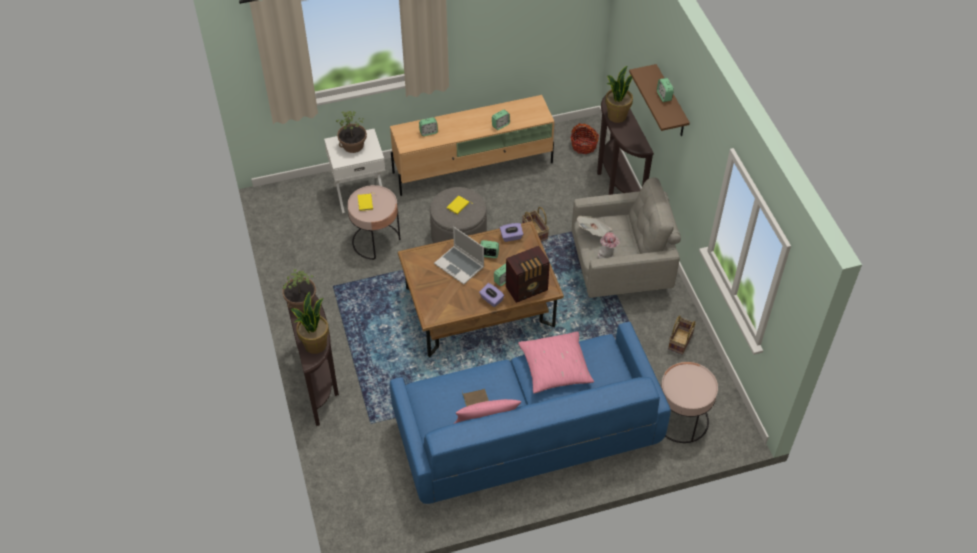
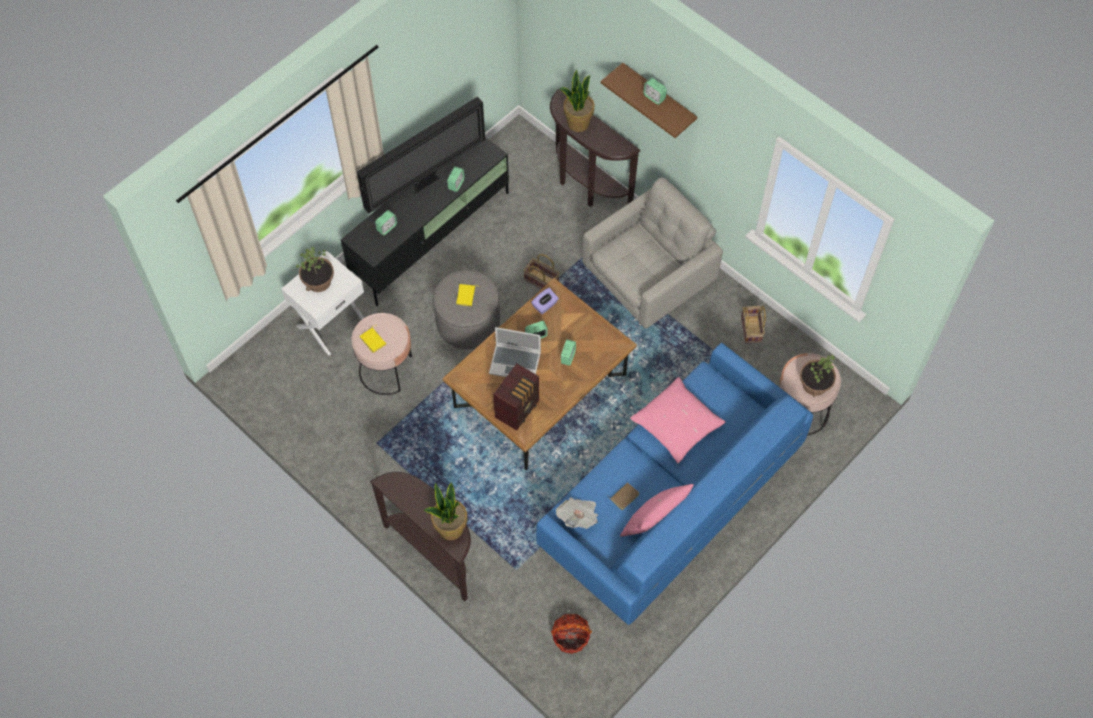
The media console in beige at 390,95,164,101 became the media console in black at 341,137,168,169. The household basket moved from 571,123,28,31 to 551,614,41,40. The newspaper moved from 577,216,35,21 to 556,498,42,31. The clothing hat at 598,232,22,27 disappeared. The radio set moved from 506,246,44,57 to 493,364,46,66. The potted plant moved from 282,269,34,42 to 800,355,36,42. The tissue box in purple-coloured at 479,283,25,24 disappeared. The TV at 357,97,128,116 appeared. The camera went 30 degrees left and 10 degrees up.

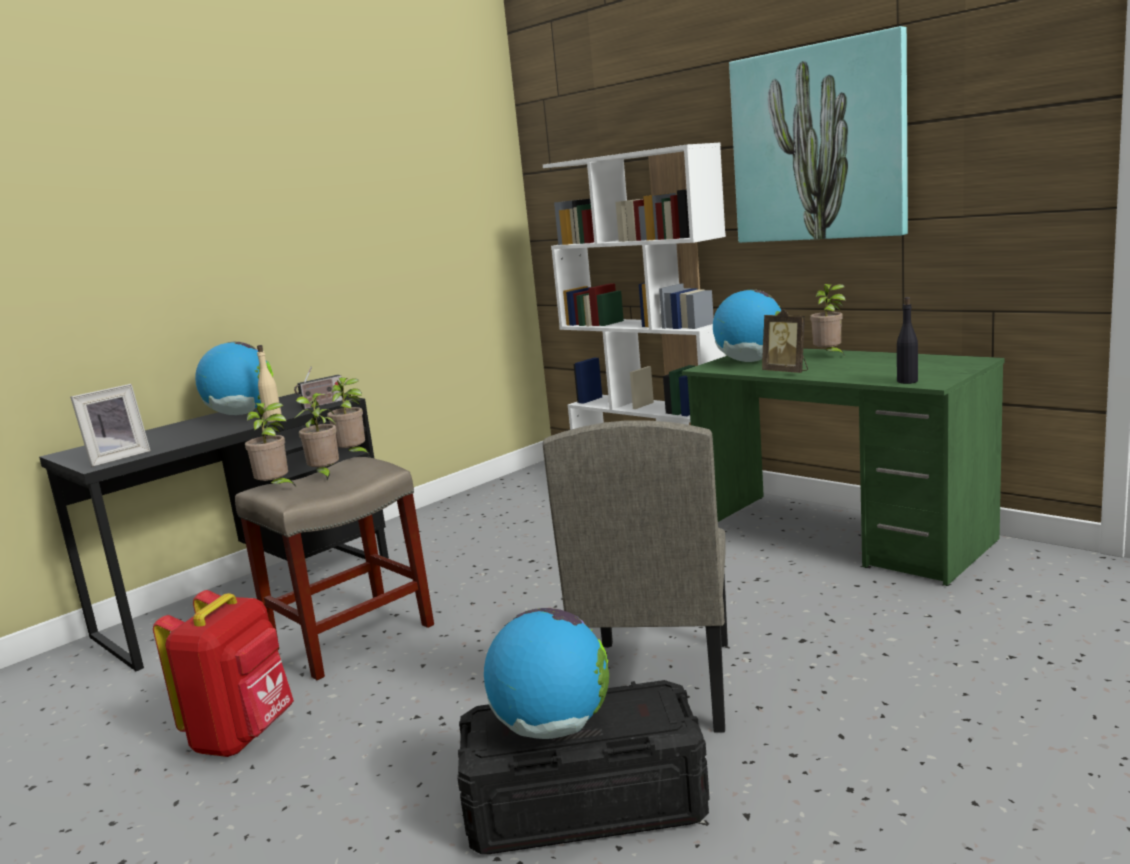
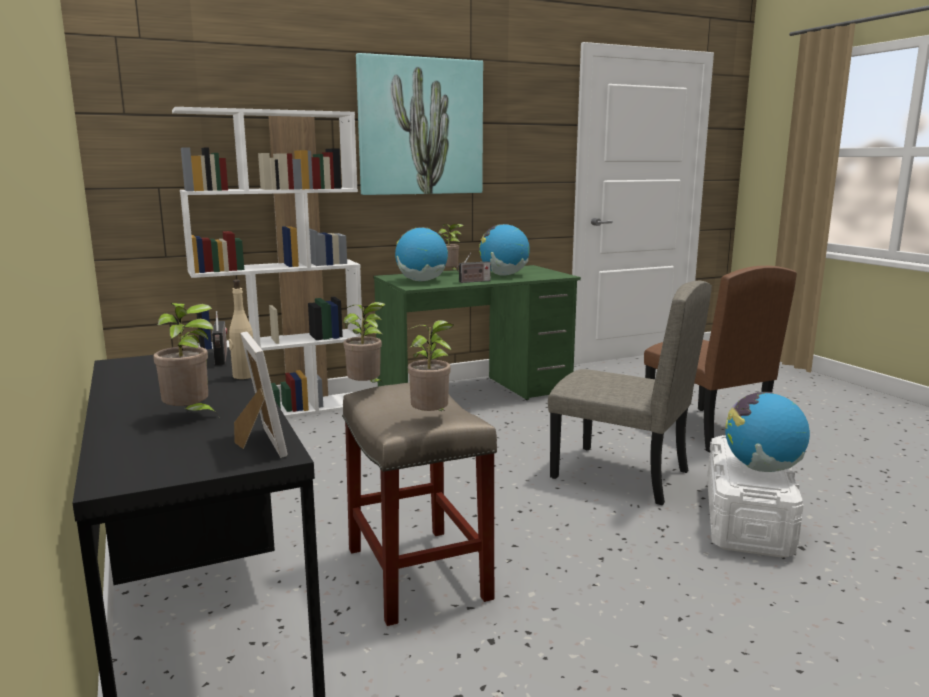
The drink bottle in black at 897,297,21,87 disappeared. The picture frame at 762,309,46,64 was replaced by the radio set at 456,252,35,31. The desk globe moved from 195,341,78,74 to 479,224,51,52. The potted plant moved from 295,393,44,87 to 153,303,66,113. The rucksack in red at 153,590,141,167 disappeared. The storage container in black at 457,680,253,174 became the storage container in white at 707,435,97,123. The upright chair in brown-coloured at 644,266,153,186 appeared. The camera went 70 degrees left and 0 degrees up.

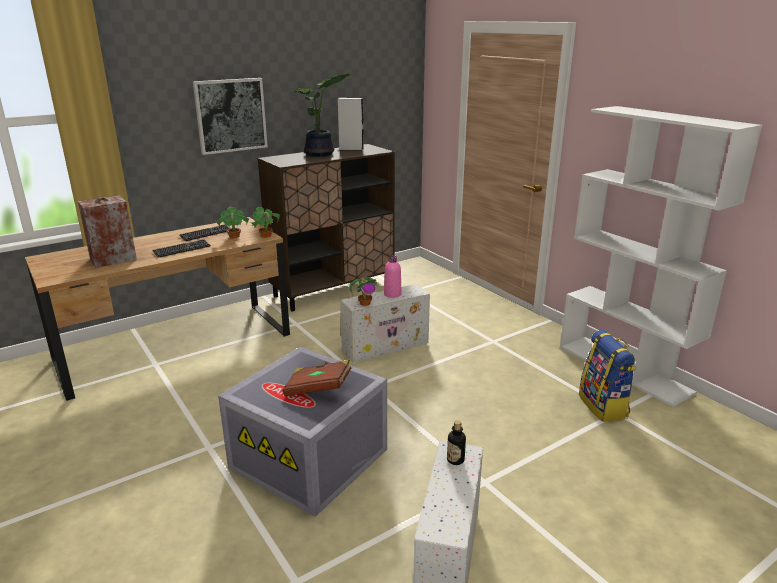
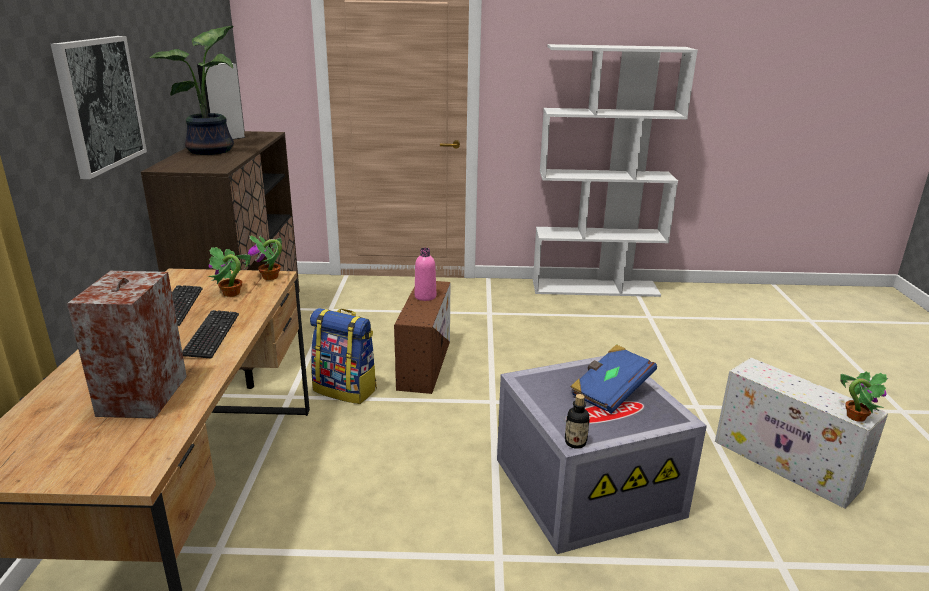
The potted plant moved from 349,277,30,29 to 840,371,48,51. The storage container in white at 340,284,90,79 became the storage container in brown-coloured at 394,281,56,113. The rucksack moved from 579,330,58,92 to 310,308,67,96. The bound book in brown-coloured at 282,360,69,36 became the bound book in blue-coloured at 570,344,87,70. The drink bottle moved from 447,420,19,45 to 565,394,25,55. The camera went 55 degrees left and 0 degrees up.

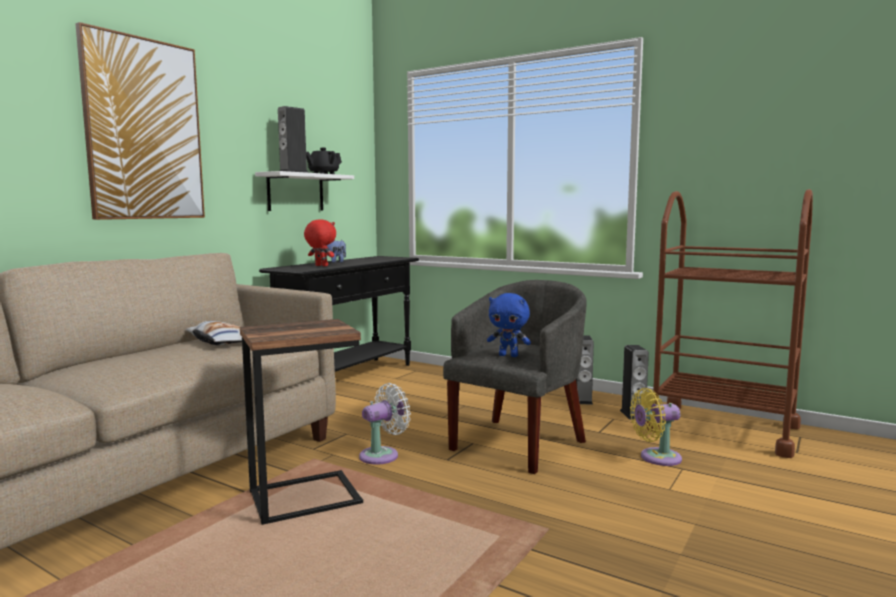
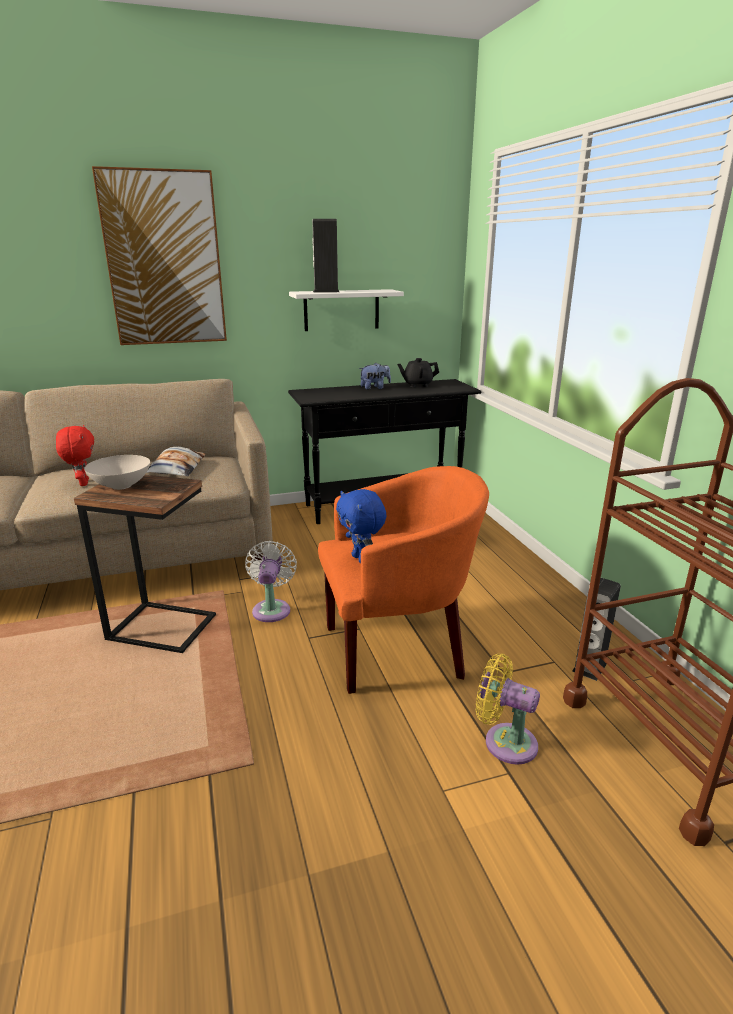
The tea pot in black moved from 306,148,36,26 to 397,358,42,29. The cuddly toy in red moved from 304,219,32,47 to 56,425,38,61. The lounge chair in gray at 443,280,143,194 became the lounge chair in orange-coloured at 318,466,171,228. The speaker at 576,335,18,70 disappeared. The electric fan in white at 359,383,52,82 turned 90 degrees counterclockwise. The serving bowl in white at 84,455,66,35 appeared. The camera went 40 degrees right and 15 degrees up.

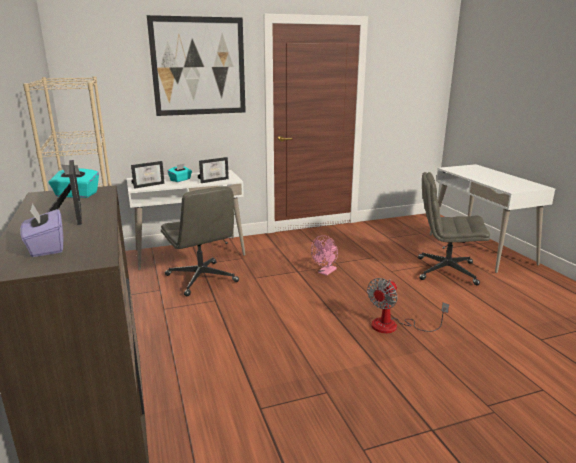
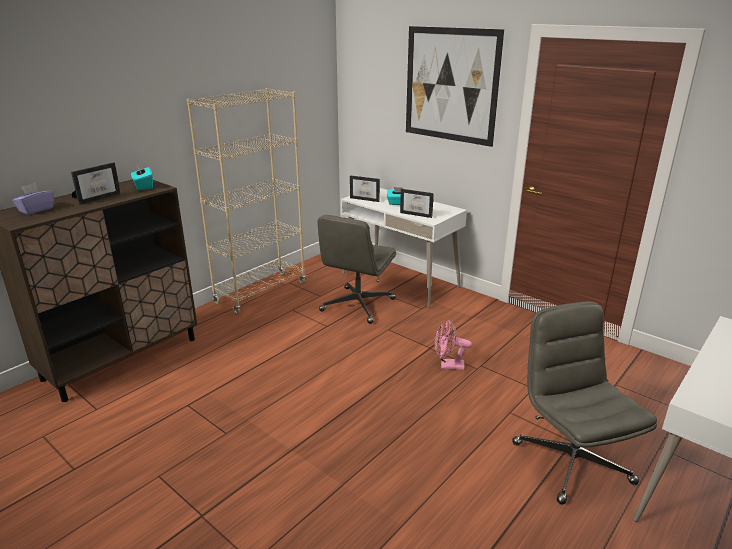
The electric fan at 367,278,82,55 disappeared. The camera went 60 degrees right and 5 degrees up.

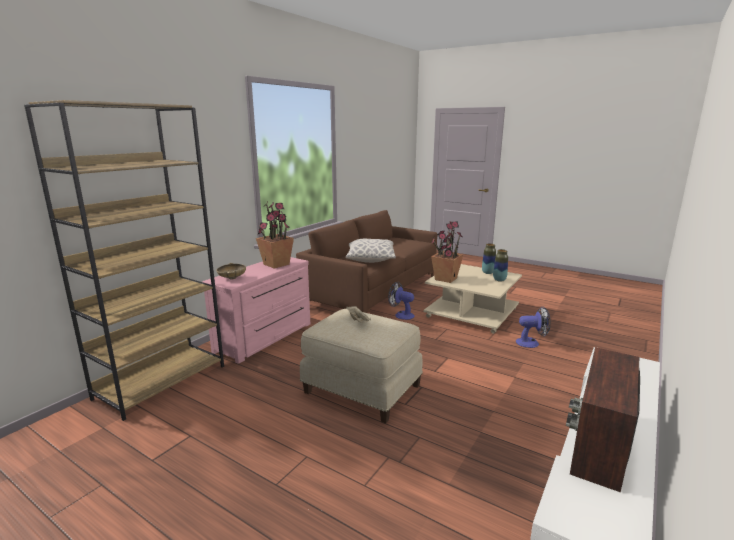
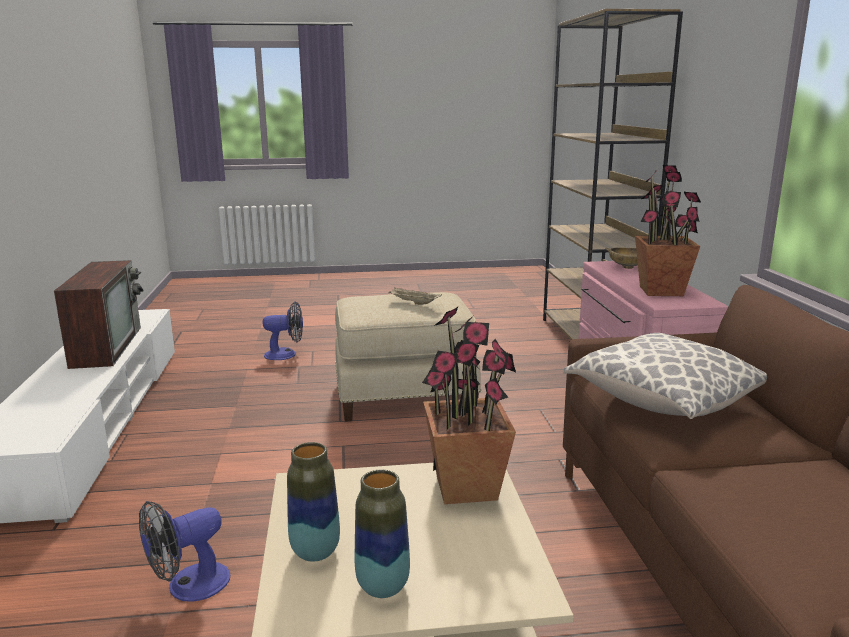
The electric fan moved from 388,282,27,38 to 263,301,40,59. The camera went 140 degrees right and 0 degrees up.

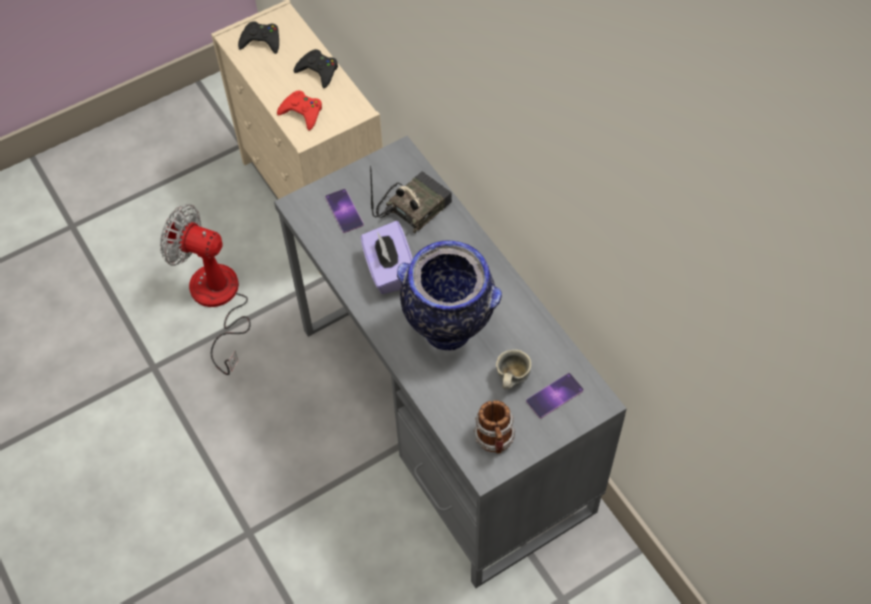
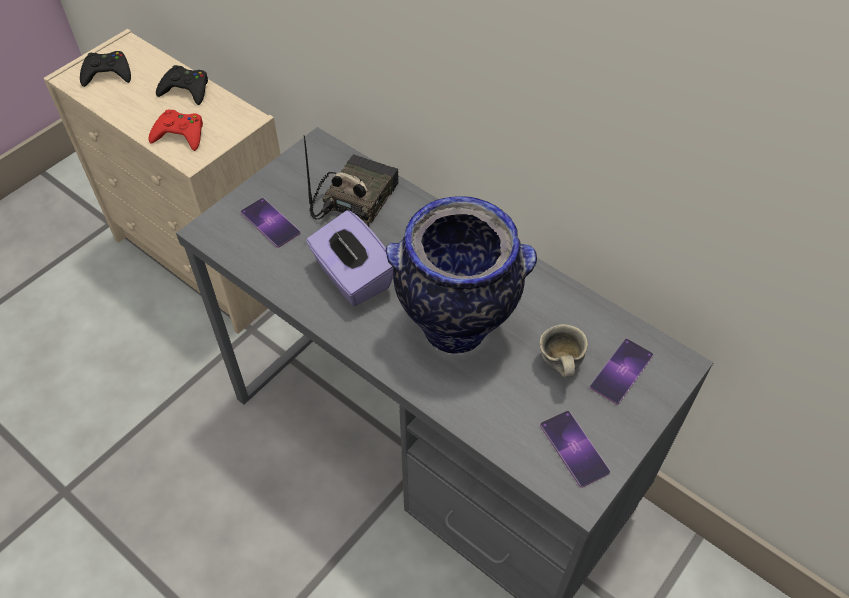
The electric fan at 160,204,91,171 disappeared. The mug at 474,400,42,54 was replaced by the phone at 540,411,70,77. The camera went 20 degrees left and 5 degrees down.

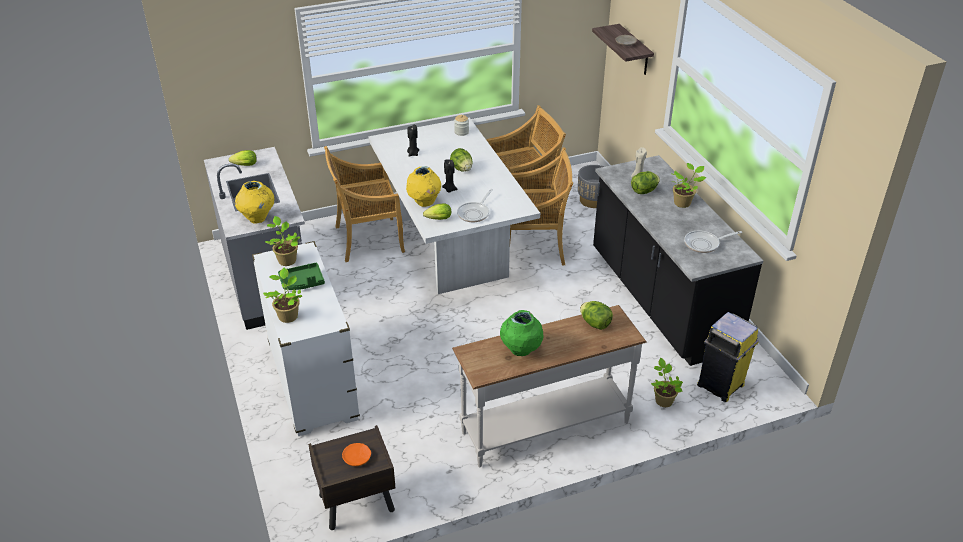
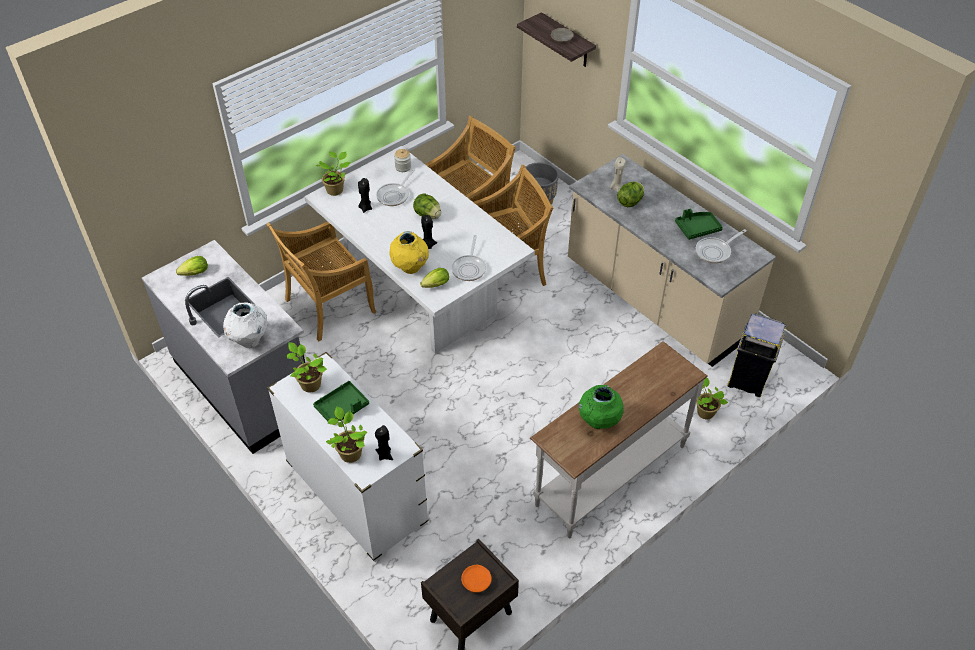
The kitchen base unit in black at 593,155,170,211 became the kitchen base unit in beige at 568,154,208,213. The potted plant moved from 671,163,36,45 to 316,152,35,44. The vase in yellow at 235,181,39,43 became the vase in white at 223,303,44,45. The head of lettuce at 580,301,33,29 disappeared. The pan at 376,168,40,38 appeared. The tray in greenish at 675,209,48,31 appeared. The wax candle in black at 375,425,18,36 appeared. The camera went 20 degrees left and 10 degrees up.

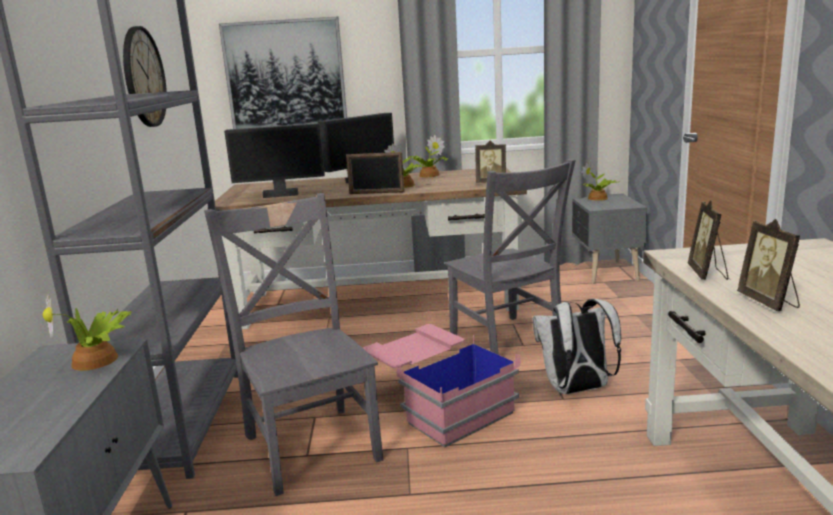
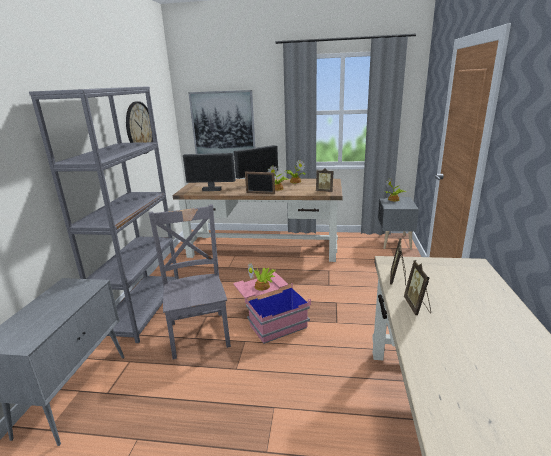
The upright chair in gray at 445,159,131,196 disappeared. The potted plant moved from 43,294,88,77 to 248,263,28,28. The rucksack in white at 533,299,88,95 disappeared. The camera went 10 degrees right and 5 degrees up.

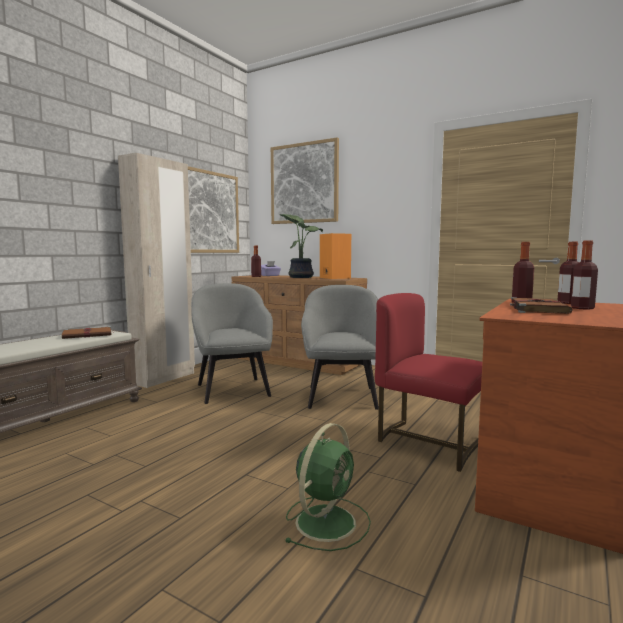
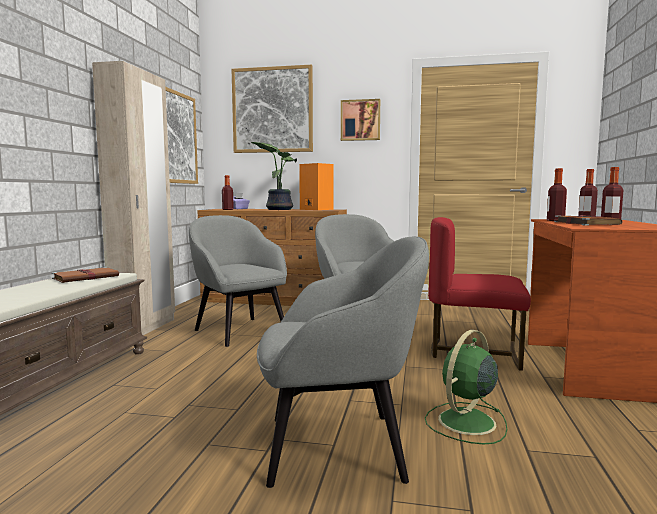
The electric fan in greenish at 285,423,86,128 turned 150 degrees counterclockwise. The picture at 341,99,39,42 appeared. The lounge chair in gray at 257,236,172,252 appeared. The camera went 20 degrees left and 0 degrees up.

